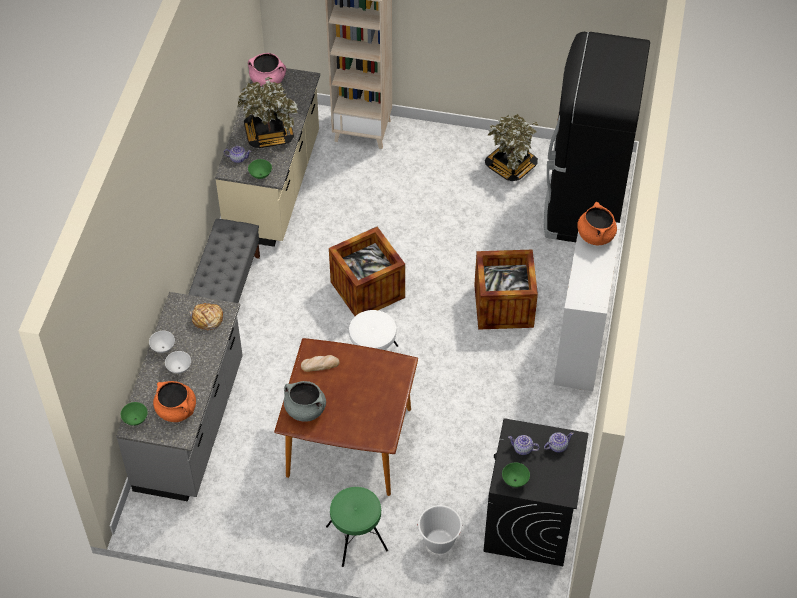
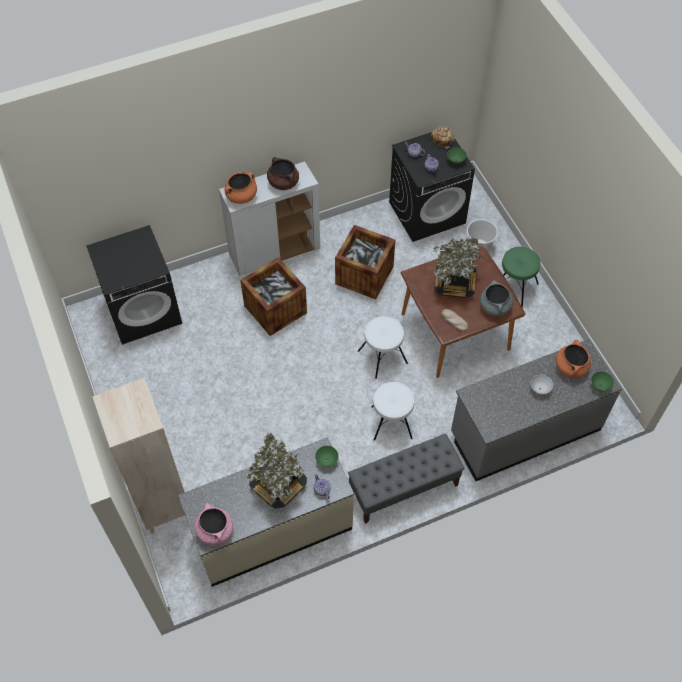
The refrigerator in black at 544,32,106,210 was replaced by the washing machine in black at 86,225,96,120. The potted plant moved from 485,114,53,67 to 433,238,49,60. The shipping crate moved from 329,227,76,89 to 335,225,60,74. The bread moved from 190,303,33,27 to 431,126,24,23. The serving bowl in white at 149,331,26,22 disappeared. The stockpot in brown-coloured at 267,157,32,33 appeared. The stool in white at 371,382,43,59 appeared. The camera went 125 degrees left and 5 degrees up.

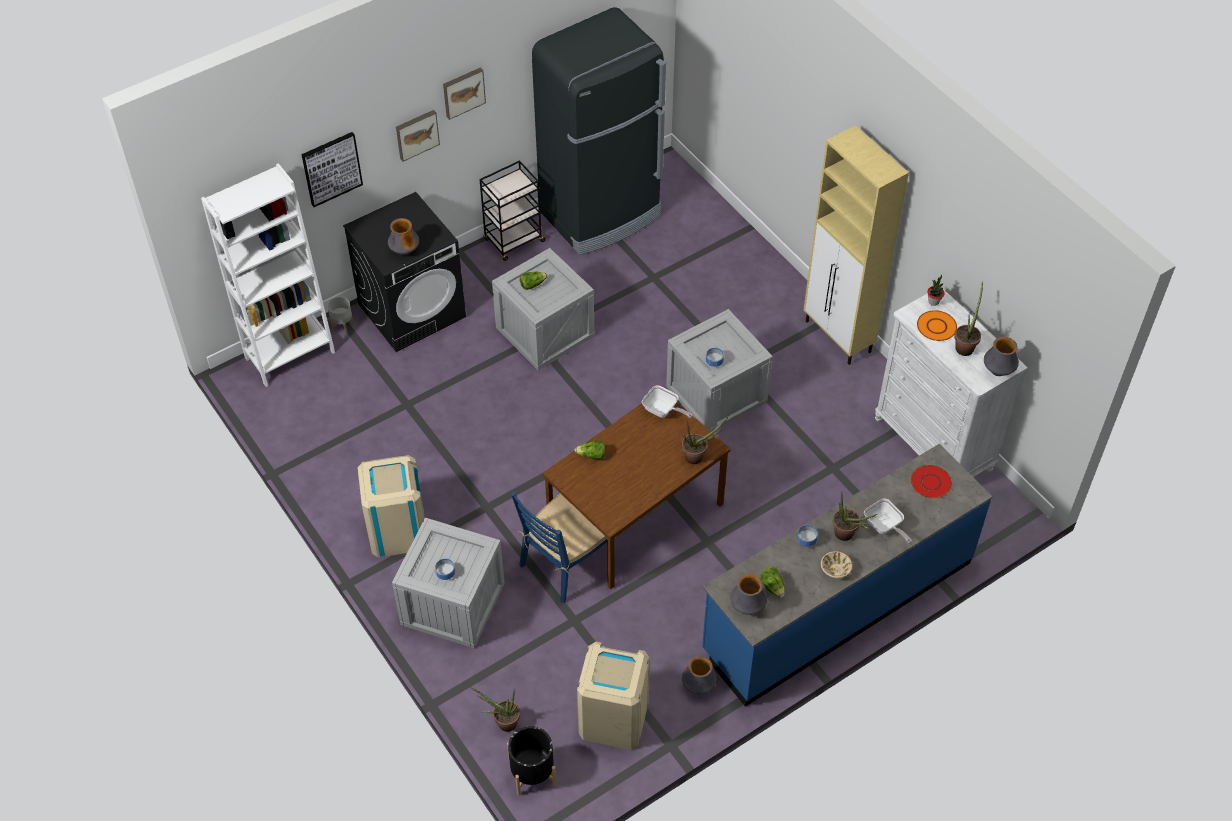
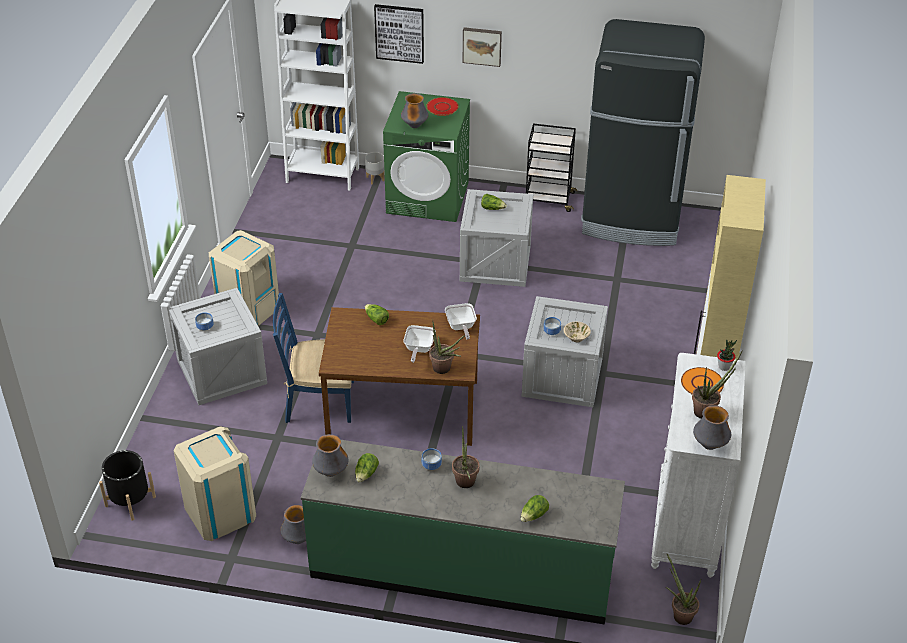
The picture at 443,67,43,53 disappeared. The washing machine in black at 343,192,123,160 became the washing machine in greenish at 383,91,87,131. The kitchen base unit in blue-coloured at 702,444,291,263 became the kitchen base unit in greenish at 301,440,324,185. The flat dish in red moved from 911,465,41,34 to 426,97,33,19. The pan moved from 864,499,48,45 to 403,325,33,38. The serving bowl in beige moved from 821,551,31,27 to 564,322,27,20. The potted plant moved from 470,687,50,45 to 666,553,35,72. The head of lettuce at 521,495,28,27 appeared. The camera went 45 degrees right and 10 degrees down.

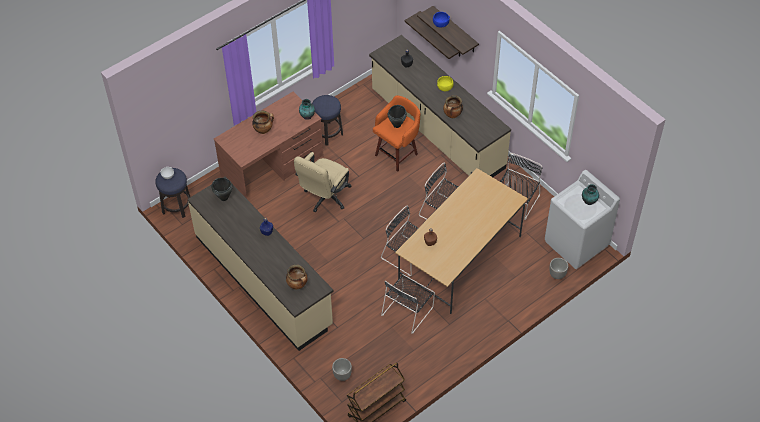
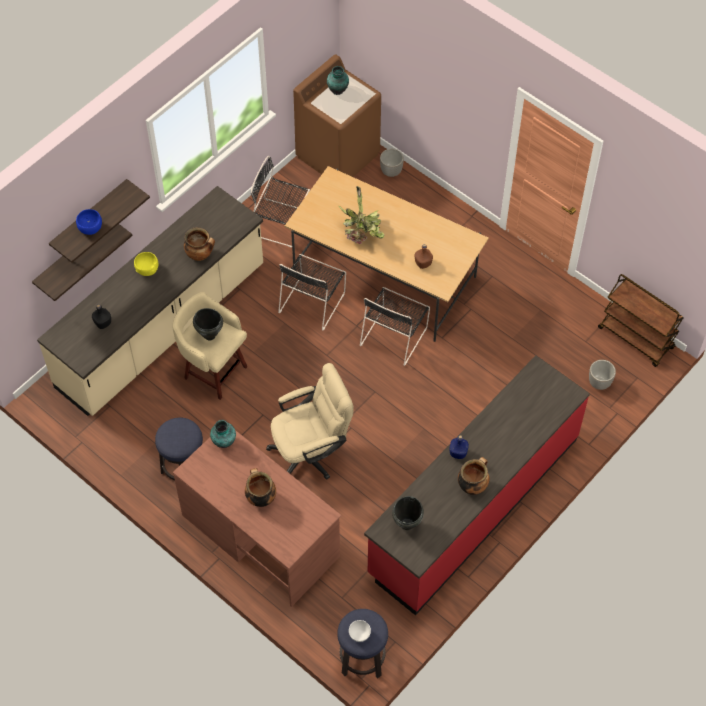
The stool in orange-coloured at 373,95,47,77 became the stool in beige at 172,292,75,108. The computer chair in beige at 294,152,58,61 turned 45 degrees counterclockwise. The washing machine in white at 545,170,75,99 became the washing machine in brown-coloured at 293,55,88,122. The kitchen base unit in beige at 187,176,146,175 became the kitchen base unit in red at 364,355,226,261. The stockpot moved from 286,265,22,24 to 458,457,32,38. The upright chair in black at 381,274,54,60 disappeared. The potted plant at 338,186,47,58 appeared. The camera went 100 degrees left and 5 degrees up.

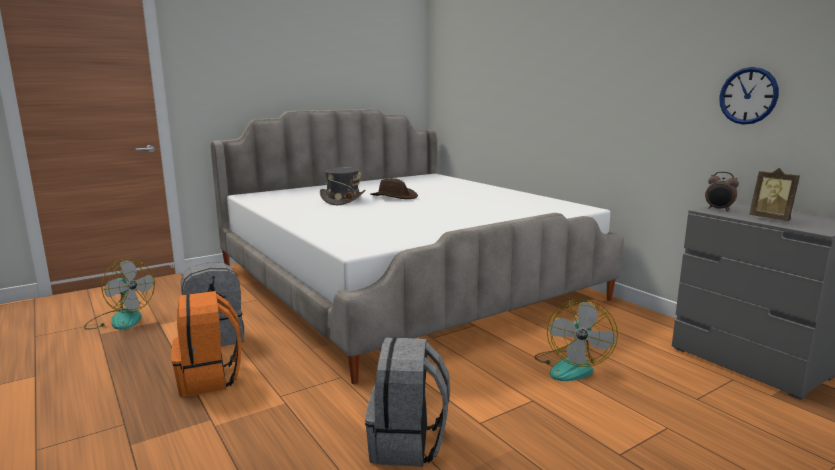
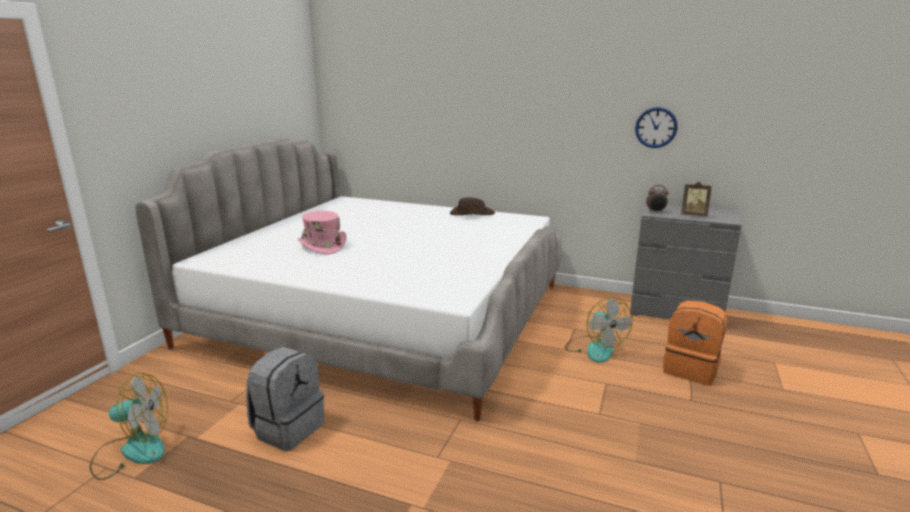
The clothing hat in gray at 320,168,46,37 became the clothing hat in pink at 297,211,50,43. The clothing hat in brown-coloured moved from 370,178,48,21 to 450,197,45,18. The rucksack in orange-coloured moved from 171,291,70,106 to 663,301,65,84. The rucksack in gray at 365,337,85,130 disappeared. The camera went 35 degrees left and 5 degrees up.

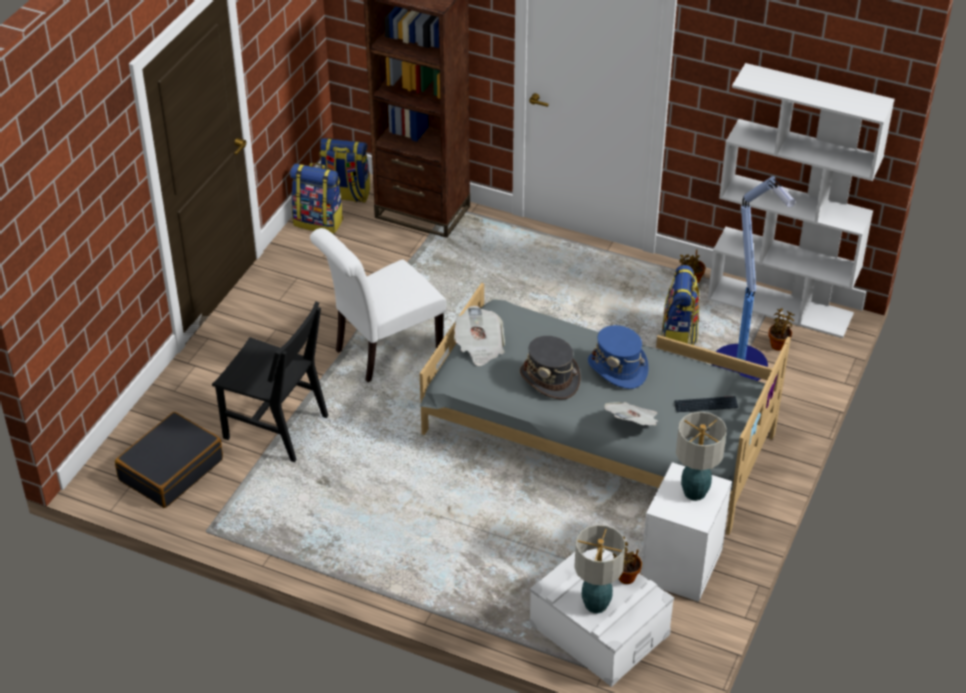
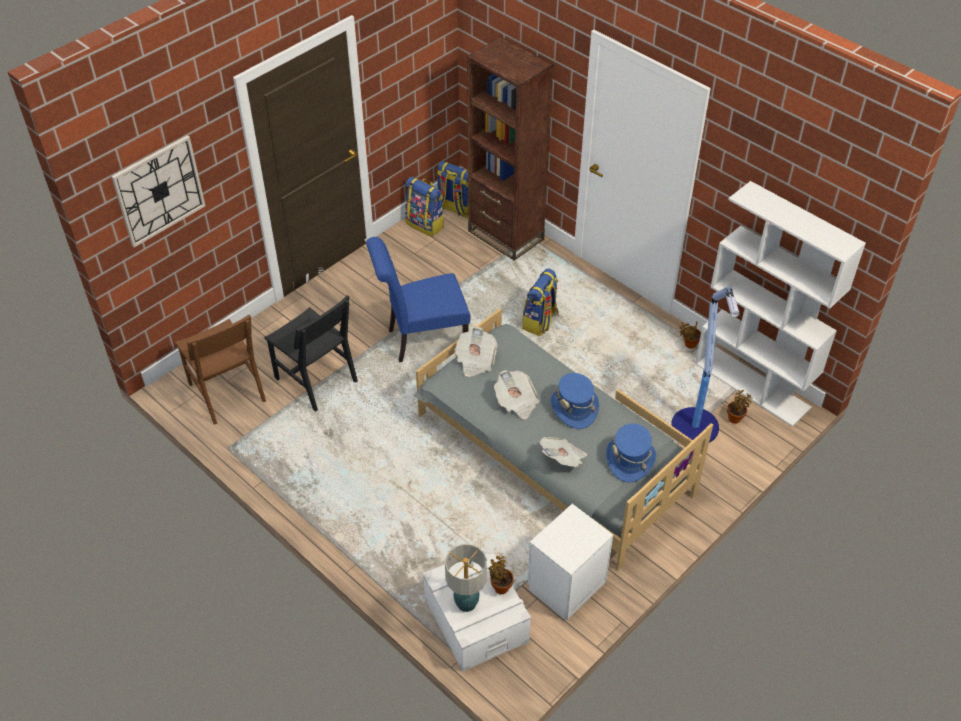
The upright chair in white at 310,228,136,154 became the upright chair in blue-coloured at 366,237,105,125. The rucksack moved from 662,265,37,80 to 522,269,37,67. The clothing hat in gray at 520,336,61,64 was replaced by the newspaper at 494,370,45,50. The computer keyboard at 674,396,64,16 was replaced by the clothing hat in blue-coloured at 606,424,50,59. The piece of luggage in black at 115,412,108,96 was replaced by the upright chair in brown-coloured at 175,315,91,110. The table lamp at 676,412,51,89 disappeared. The wall clock at 111,135,94,112 appeared. The camera went 20 degrees right and 5 degrees up.

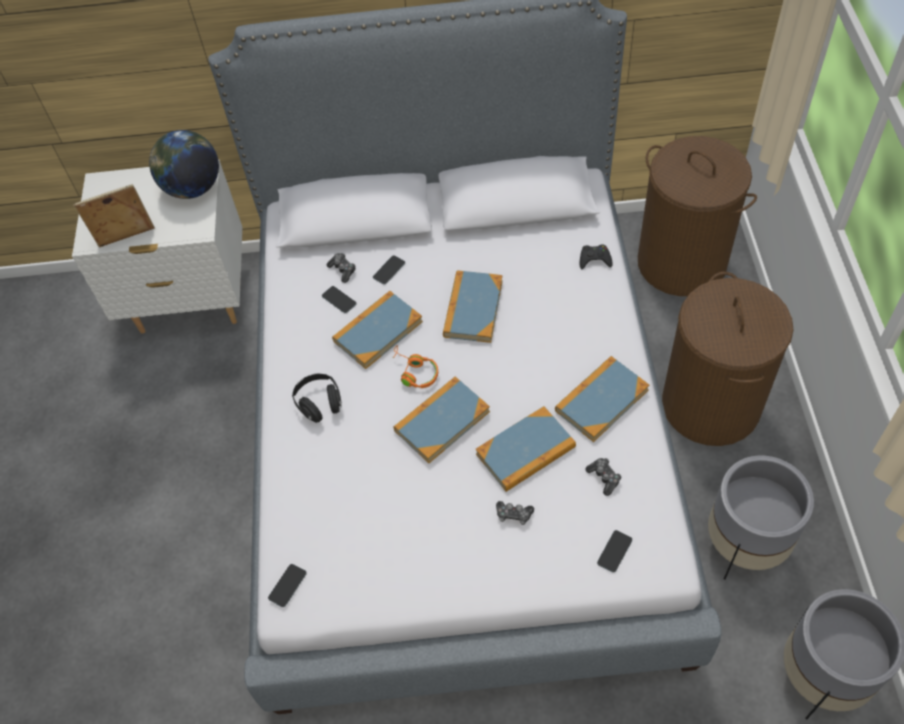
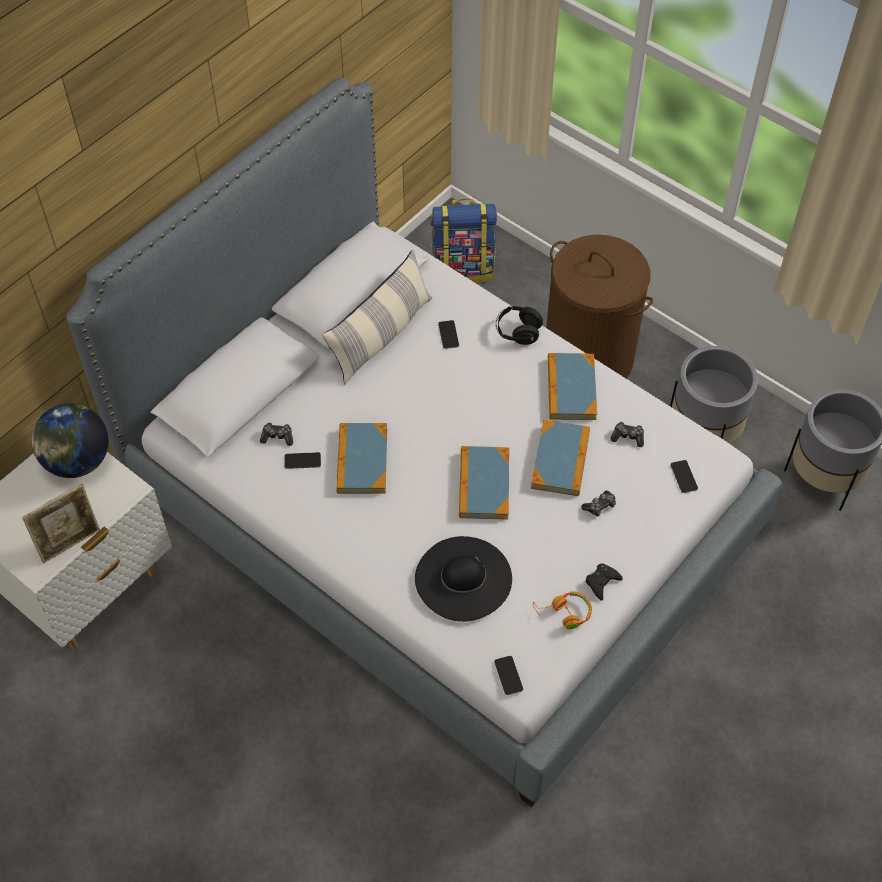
The laundry basket in brown-coloured at 638,136,119,160 was replaced by the rucksack at 431,199,66,84. The picture frame at 73,184,82,64 turned 150 degrees counterclockwise. The gamepad in black moved from 580,244,33,25 to 585,564,38,37. The phone moved from 373,256,32,29 to 438,320,21,29. The bound book at 443,270,60,73 disappeared. The headphones in orange-coloured moved from 392,345,46,43 to 533,591,59,38. The headphones in black moved from 292,374,50,49 to 496,306,47,39. The cushion at 322,249,110,136 appeared. The clothing hat in black at 415,536,97,86 appeared. The camera went 50 degrees left and 0 degrees up.

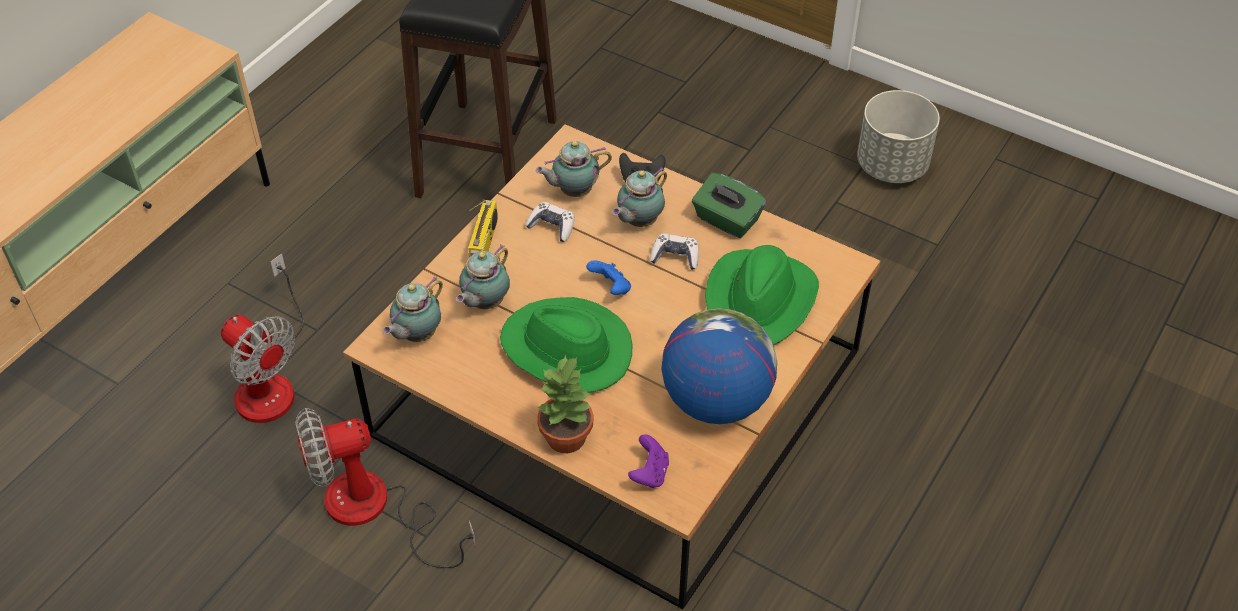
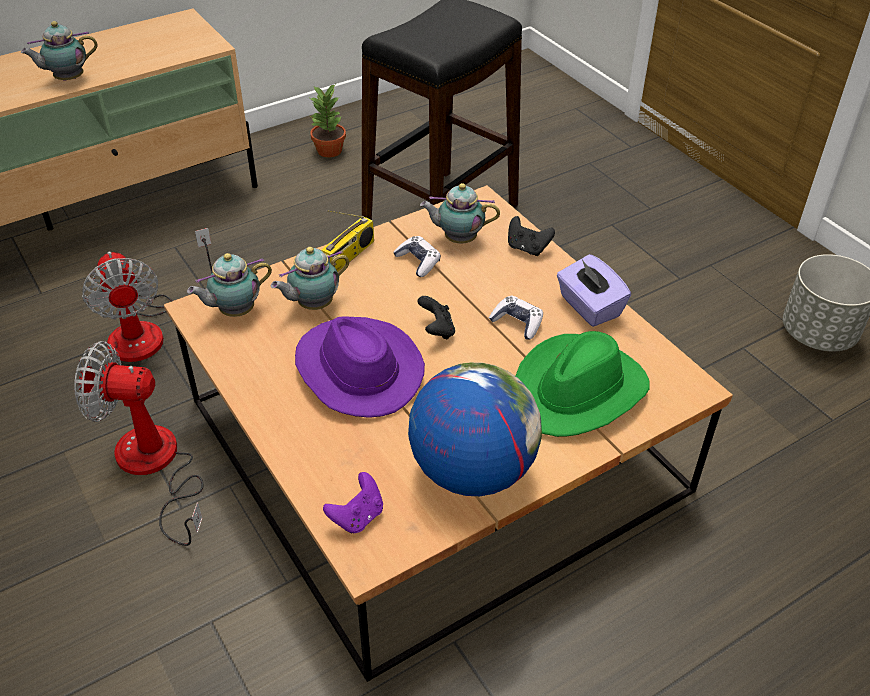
The tea pot moved from 612,167,55,60 to 21,21,77,60. The tissue box in greenish at 692,173,74,65 became the tissue box in purple-coloured at 557,254,74,73. The gamepad in blue-coloured at 586,260,45,35 became the gamepad in black at 418,296,37,44. The clothing hat in greenish at 500,297,132,96 became the clothing hat in purple-coloured at 295,316,130,102. The potted plant moved from 537,355,56,98 to 310,85,36,73. The camera went 25 degrees right and 5 degrees down.

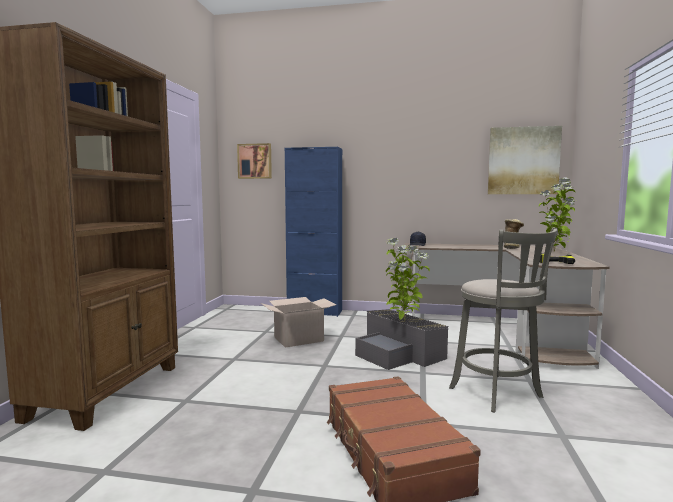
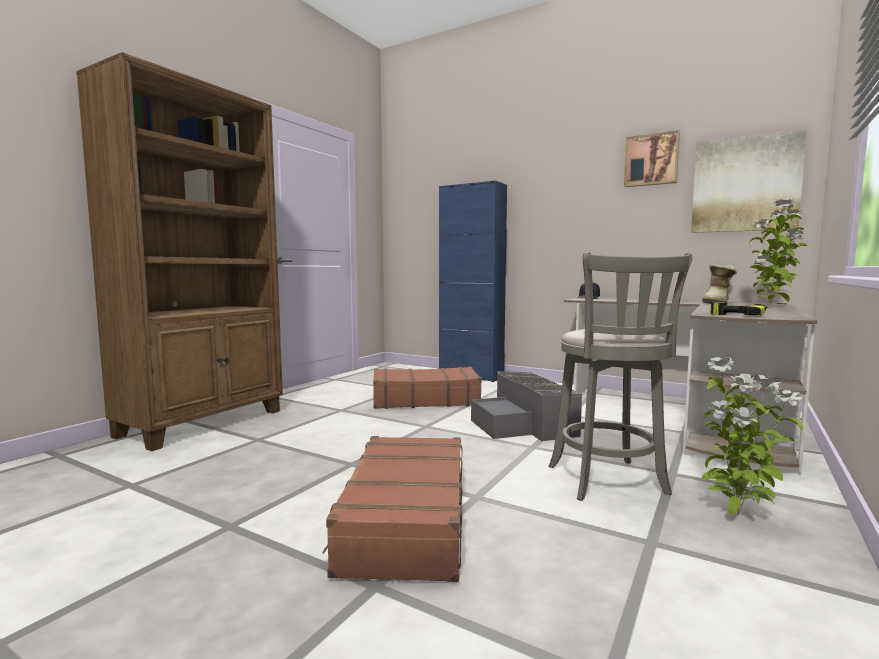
The picture moved from 237,143,35,36 to 624,130,56,57. The potted plant moved from 386,238,44,83 to 701,357,102,158. The cardboard box at 261,297,76,51 was replaced by the piece of luggage in brown-coloured at 373,367,109,42. The camera went 20 degrees right and 0 degrees up.

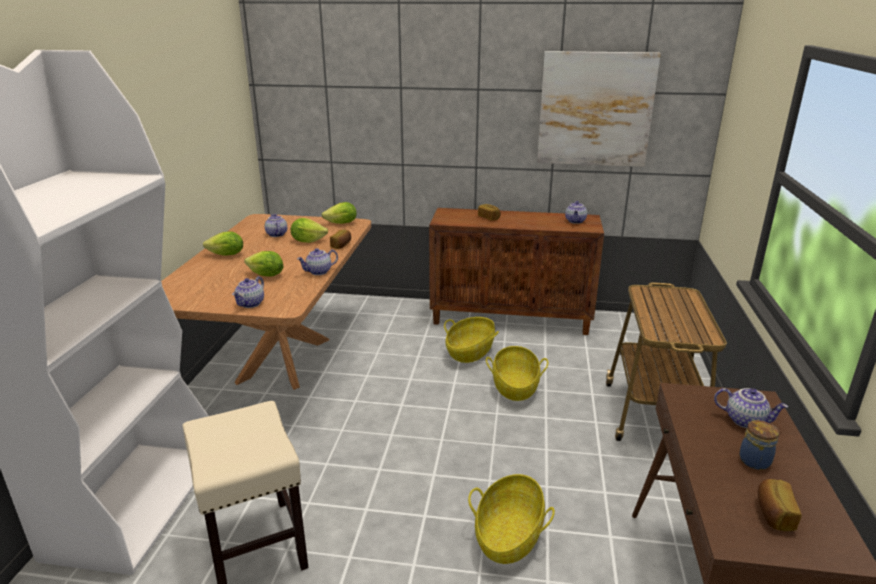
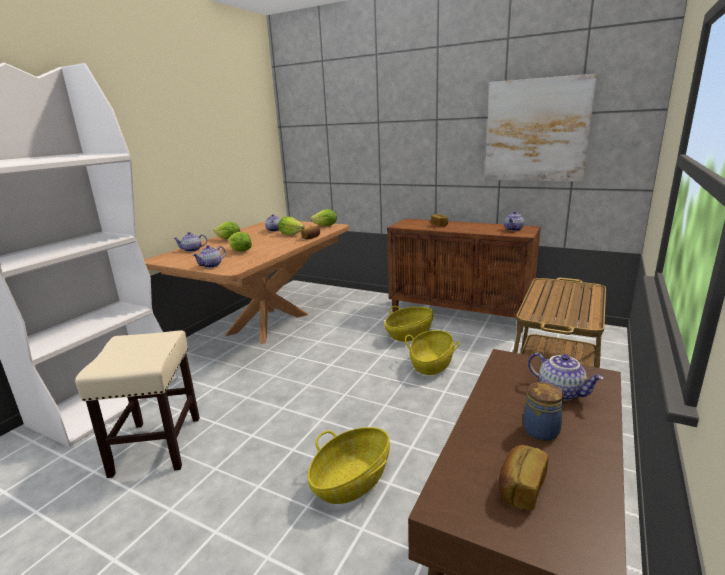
The tea pot moved from 297,248,41,27 to 173,232,34,20. The camera went 20 degrees right and 5 degrees down.

